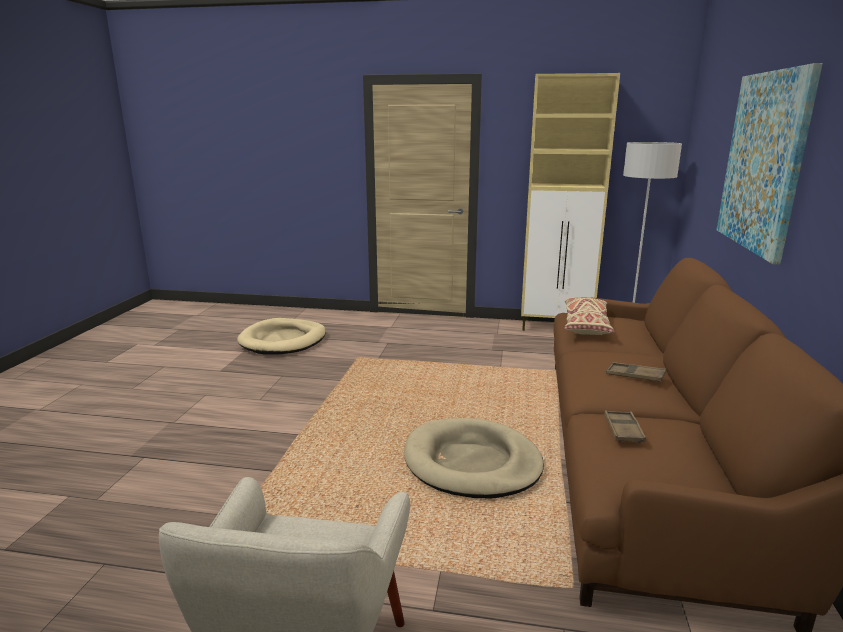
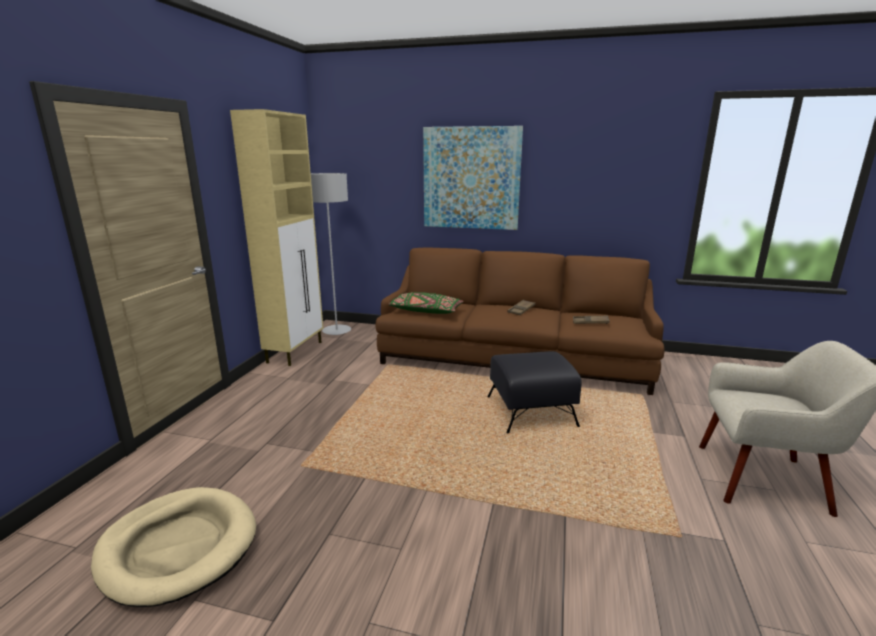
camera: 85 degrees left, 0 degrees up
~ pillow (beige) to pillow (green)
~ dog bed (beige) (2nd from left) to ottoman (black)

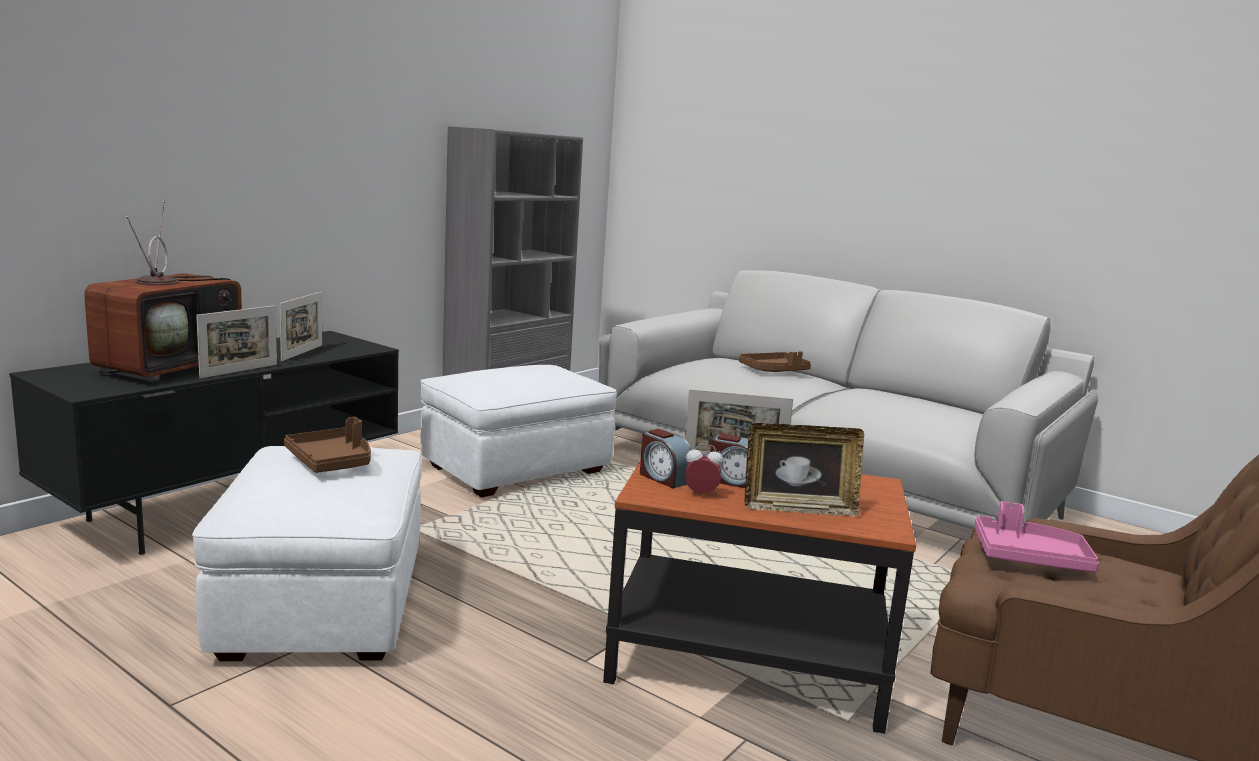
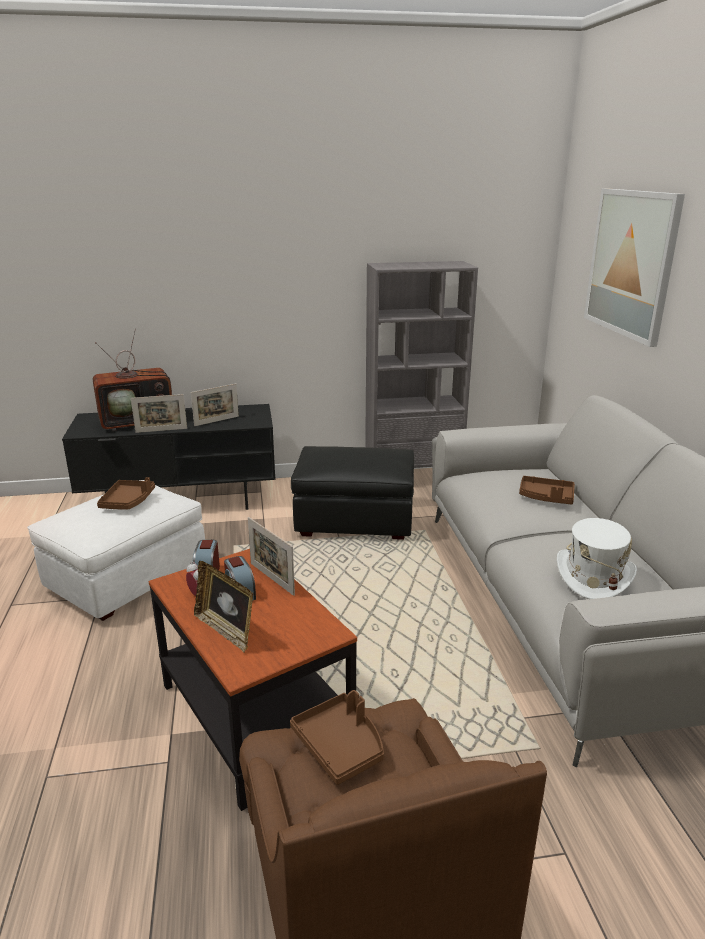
camera: 45 degrees right, 10 degrees up
~ ottoman (white) (2nd from left) to ottoman (black)
~ tray (pink) to tray (brown) (2nd from left)
+ picture
+ hat (white)

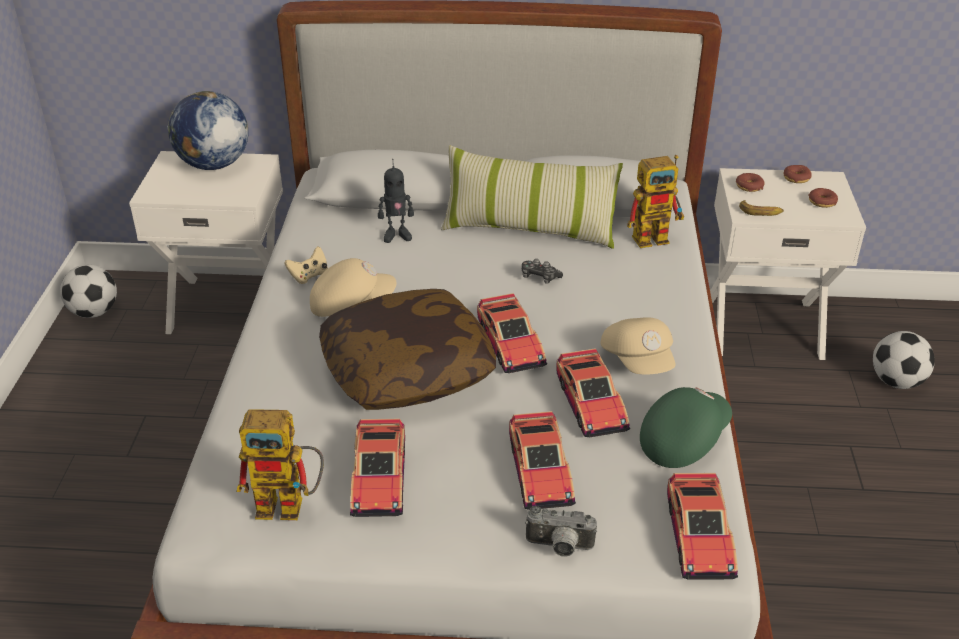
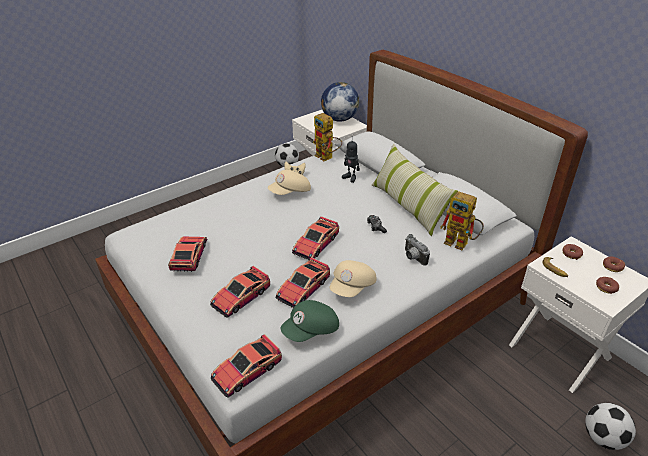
camera: 50 degrees right, 0 degrees up
~ cap (beige) (1st from left) 105 degrees clockwise
- pillow (1st from left)
~ cap (green) 135 degrees clockwise
~ toy robot (1st from left)
~ toy car (1st from left) 135 degrees clockwise
~ photo camera

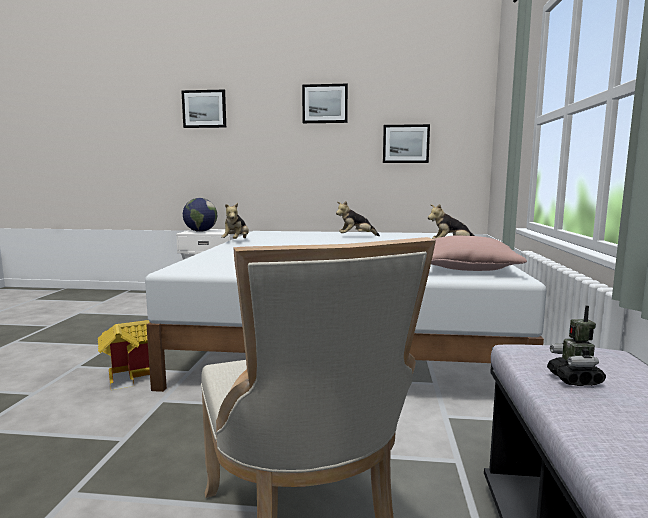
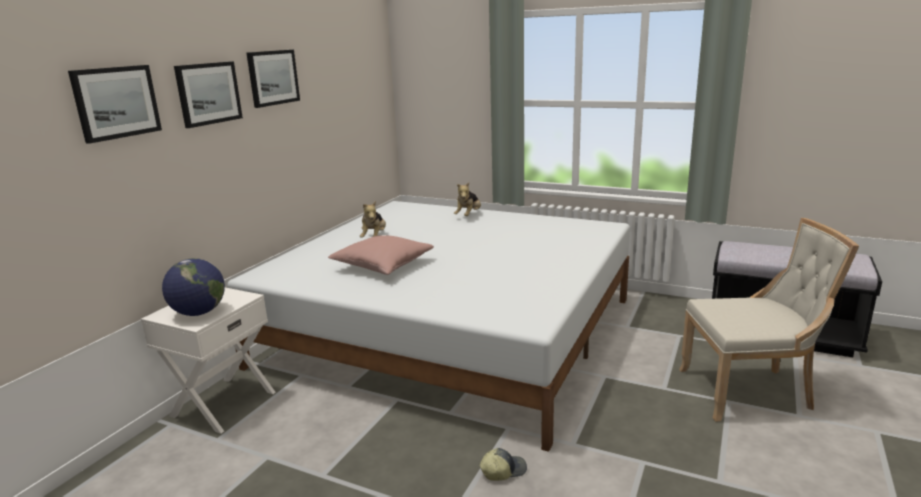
camera: 70 degrees left, 10 degrees up
~ picture (3rd from left in the first image) to picture (2nd from left)
- plush toy (1st from left)
~ pillow (pink)
- toy robot
~ toy house to cap

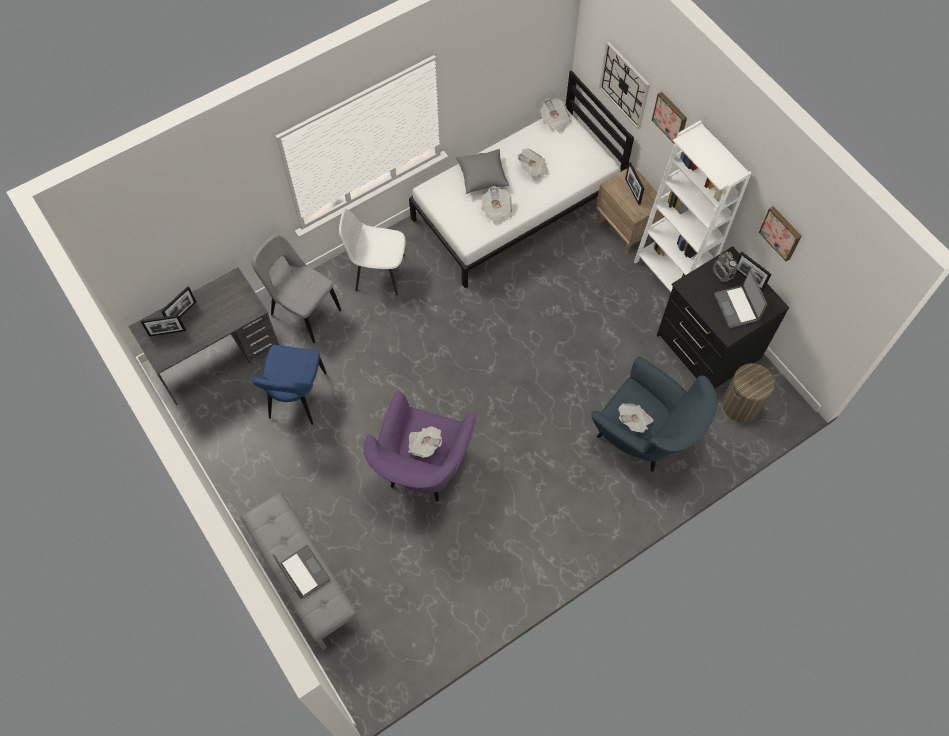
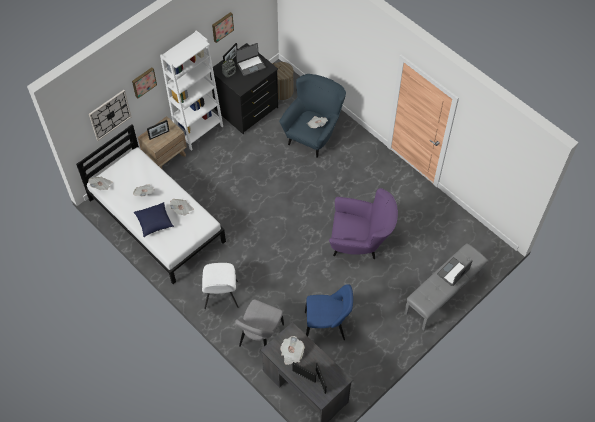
camera: 100 degrees left, 5 degrees down
~ pillow (grey) to pillow (blue)
~ newspaper (1st from left in the first image) to newspaper (4th from left)

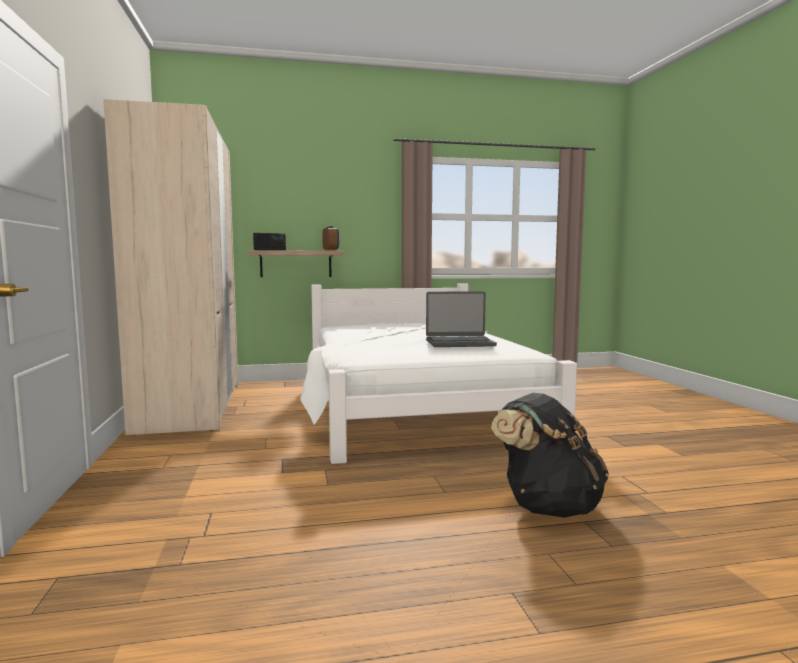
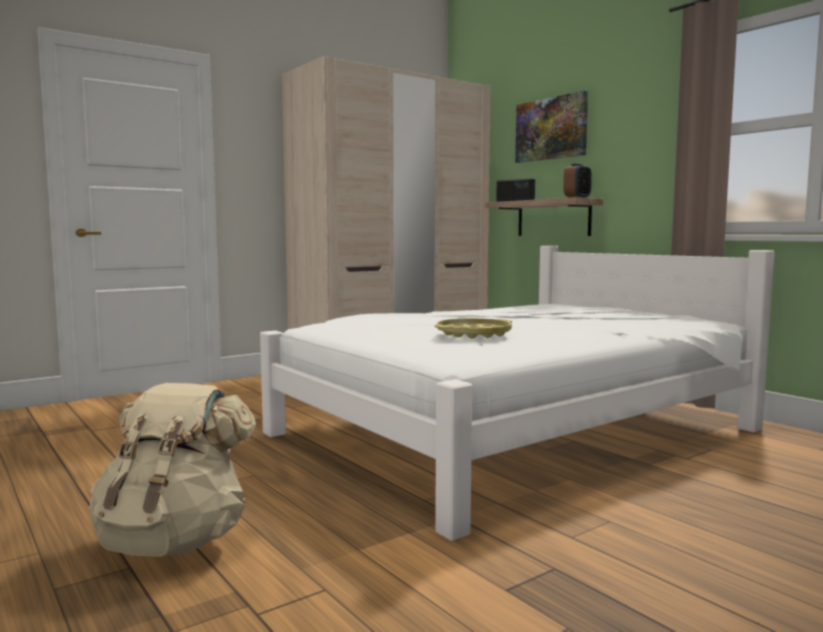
camera: 65 degrees right, 0 degrees up
~ laptop to tray (yellow)
~ backpack (black) to backpack (beige)
+ picture

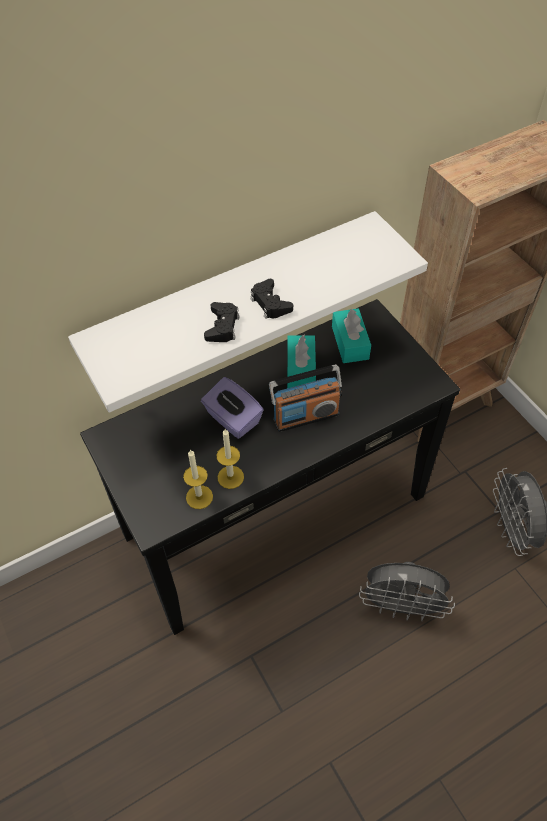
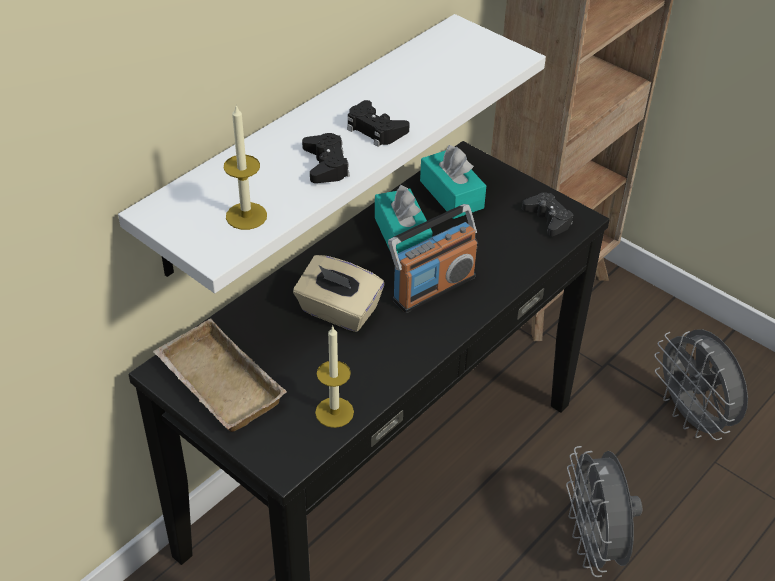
camera: 20 degrees left, 10 degrees down
~ tissue box (purple) to tissue box (beige)
~ candle (2nd from left in the first image) to candle (1st from left)
~ fan (grey) (1st from left) 90 degrees clockwise
+ game controller (black) (3rd from left)
+ tray (beige)

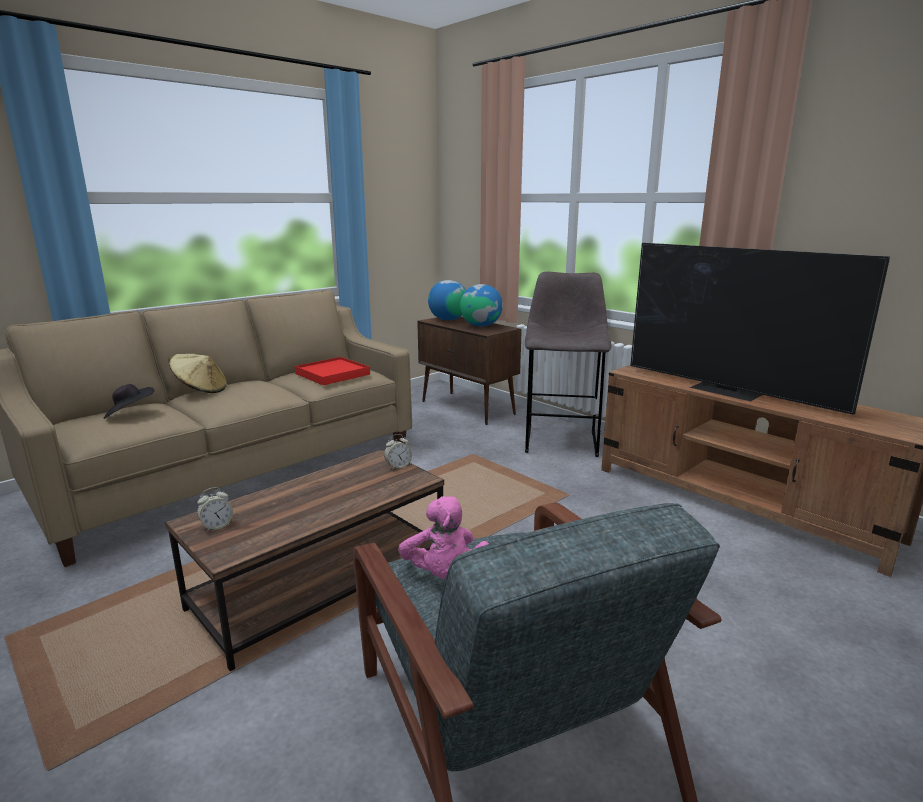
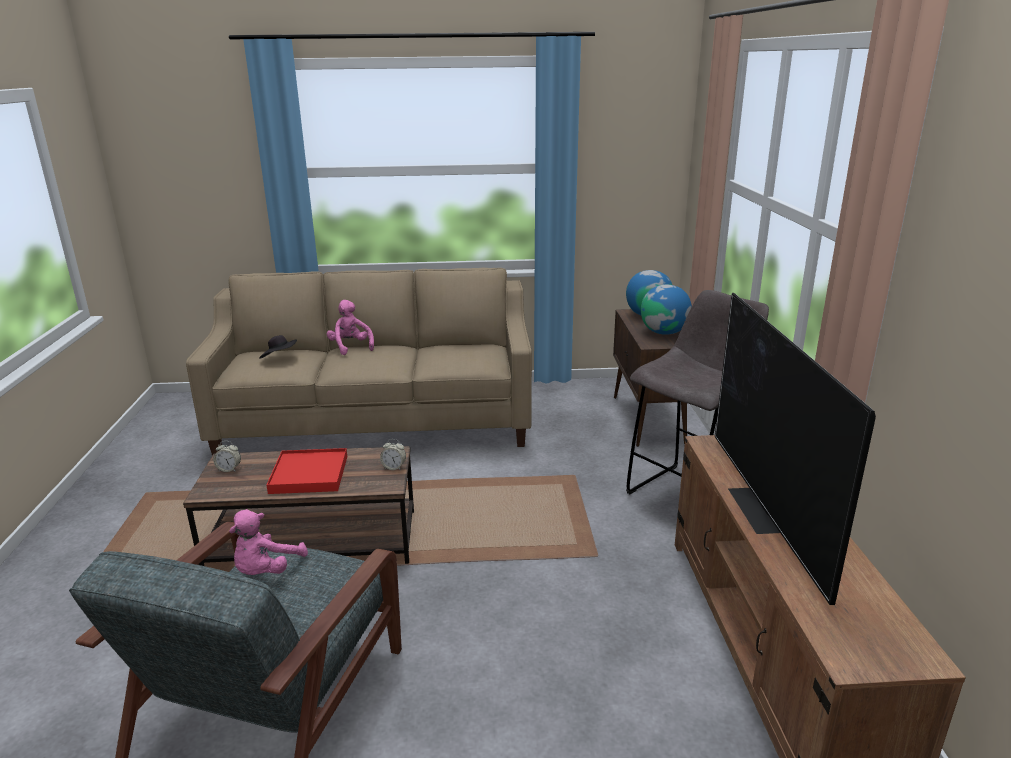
camera: 40 degrees right, 5 degrees up
~ hat (beige) to plush toy (pink) (2nd from left)
~ tray (red)

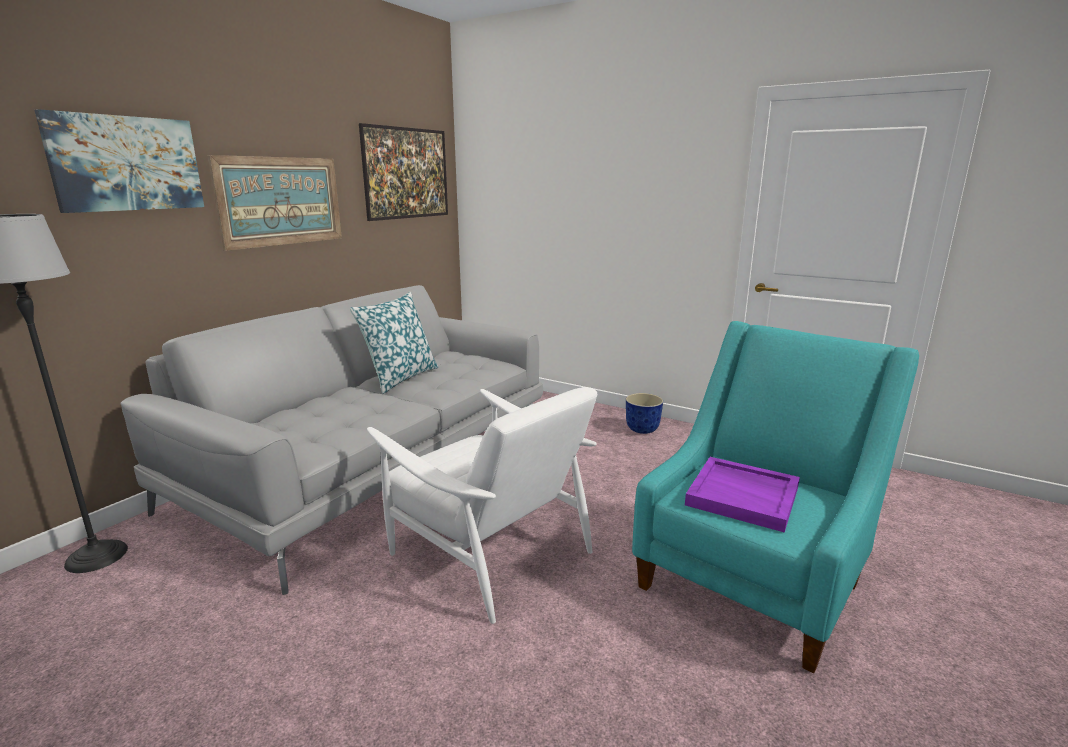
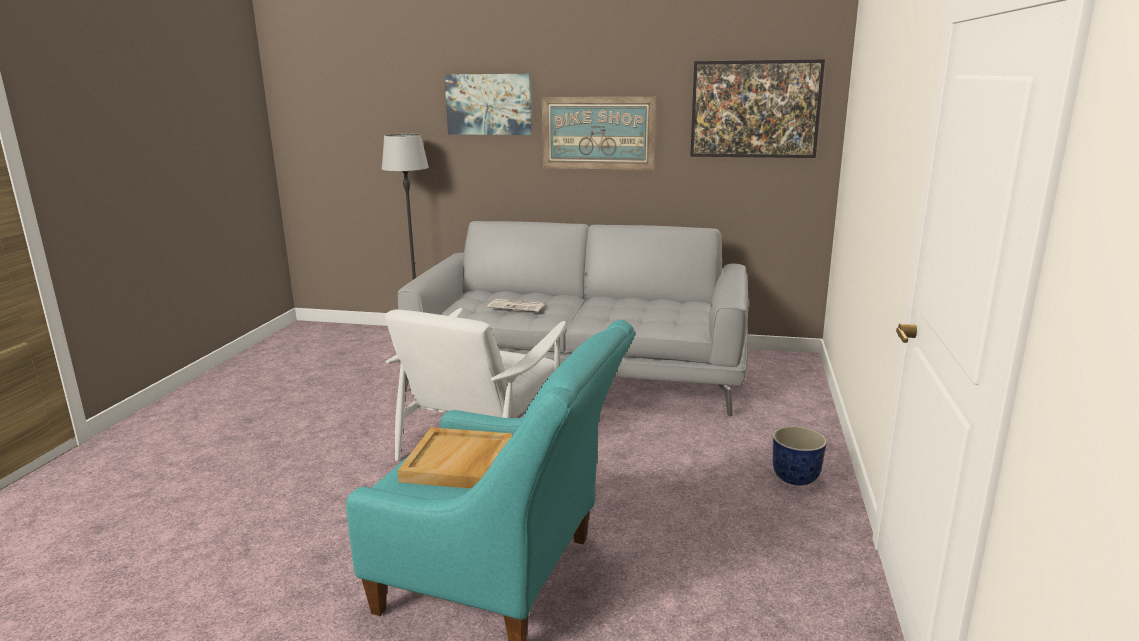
camera: 70 degrees right, 0 degrees up
- pillow
~ tray (purple) to tray (beige)
+ newspaper

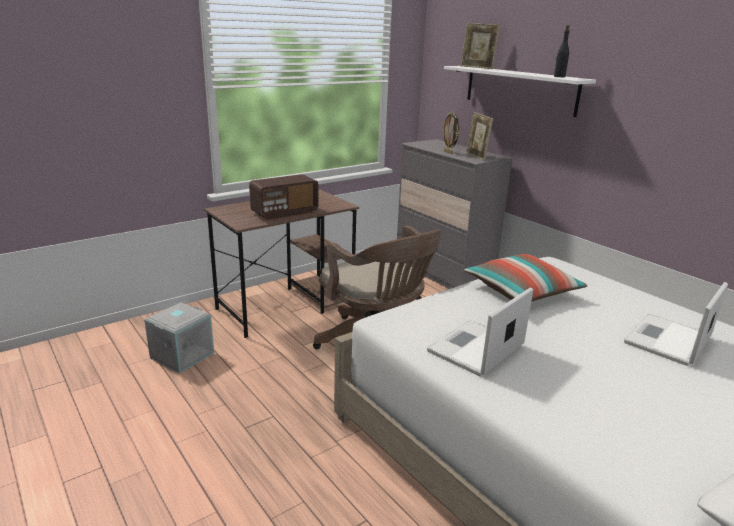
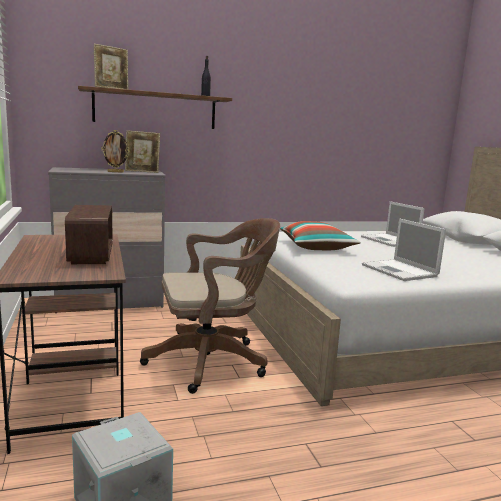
camera: 70 degrees left, 10 degrees down
~ shelf (white) to shelf (brown)

